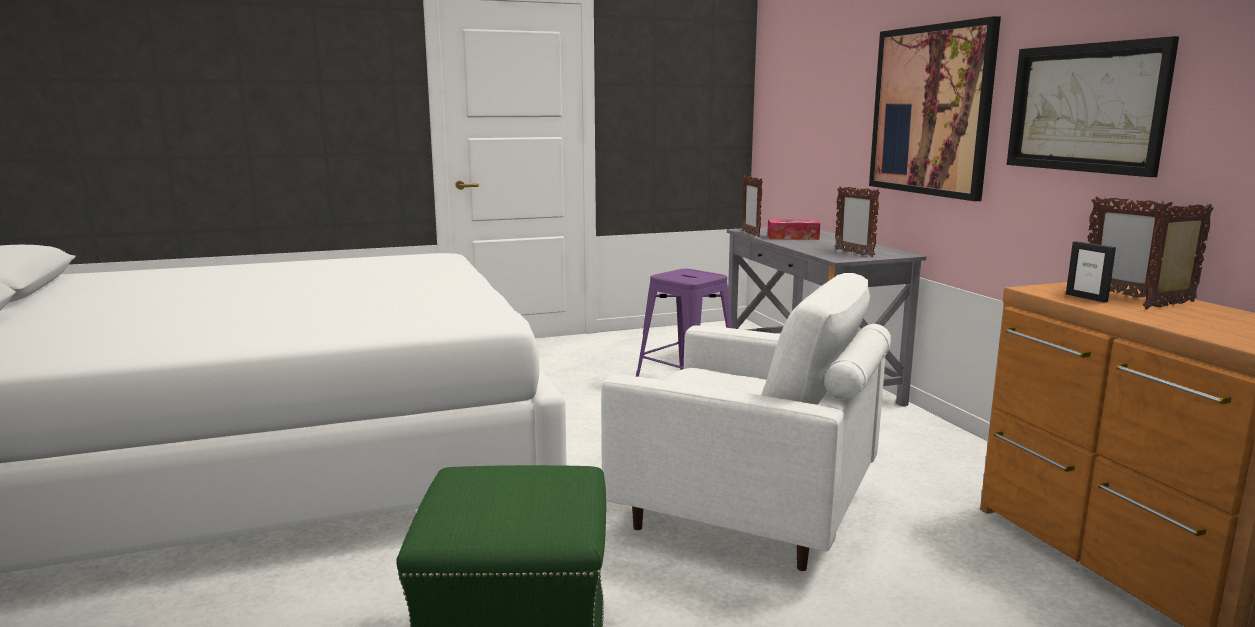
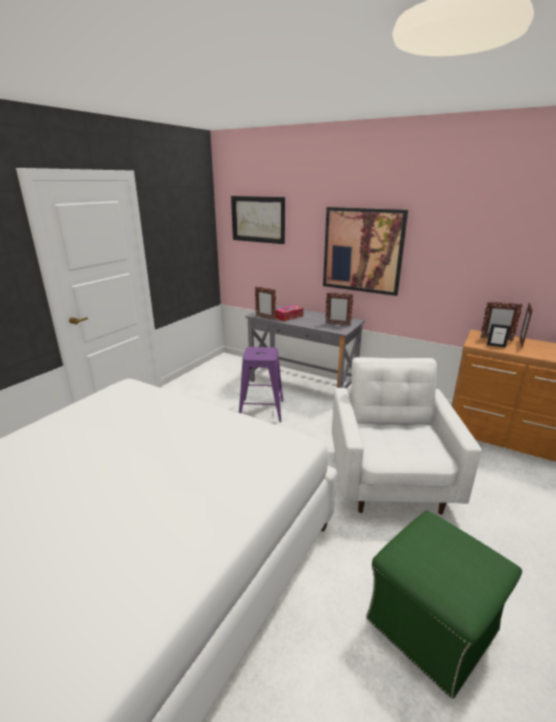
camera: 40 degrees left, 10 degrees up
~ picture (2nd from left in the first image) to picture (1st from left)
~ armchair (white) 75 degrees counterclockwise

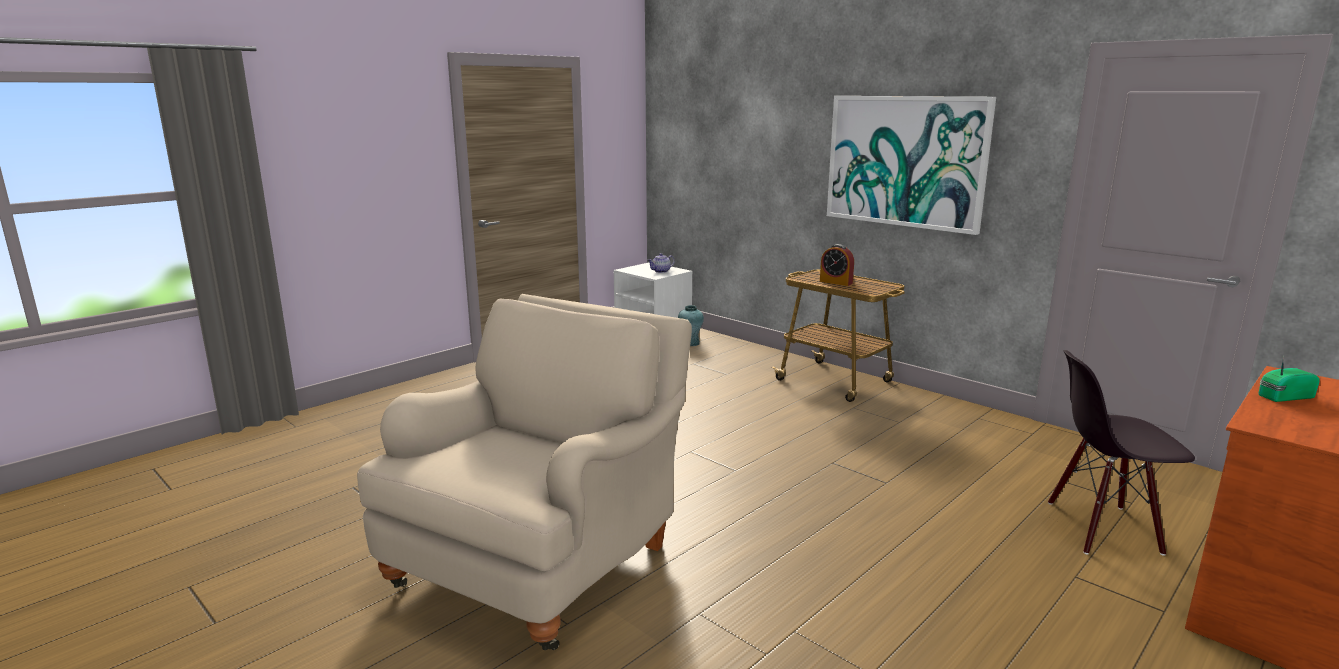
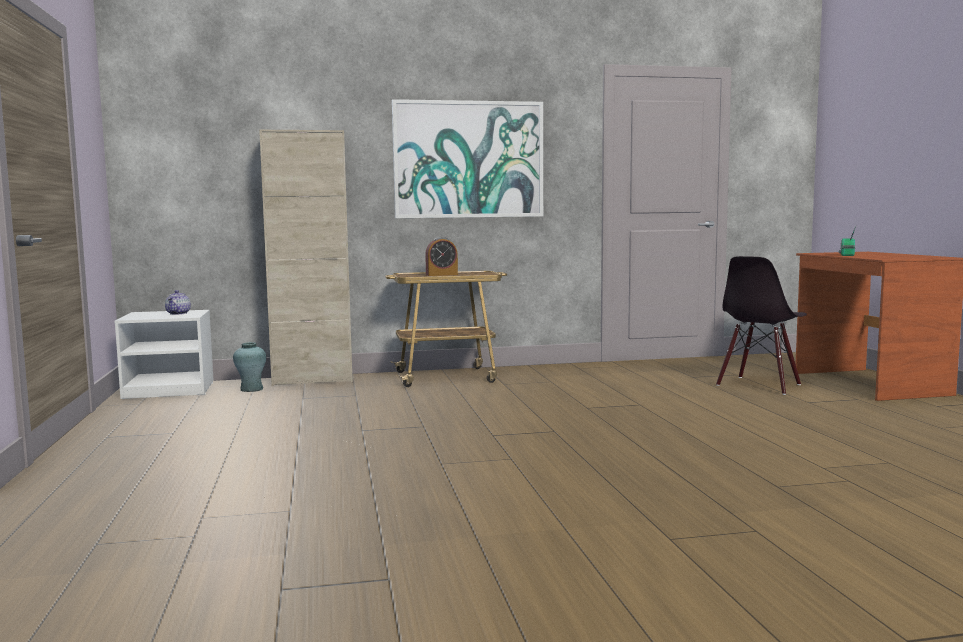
camera: 55 degrees left, 10 degrees down
- armchair (beige)
+ cabinet (beige)

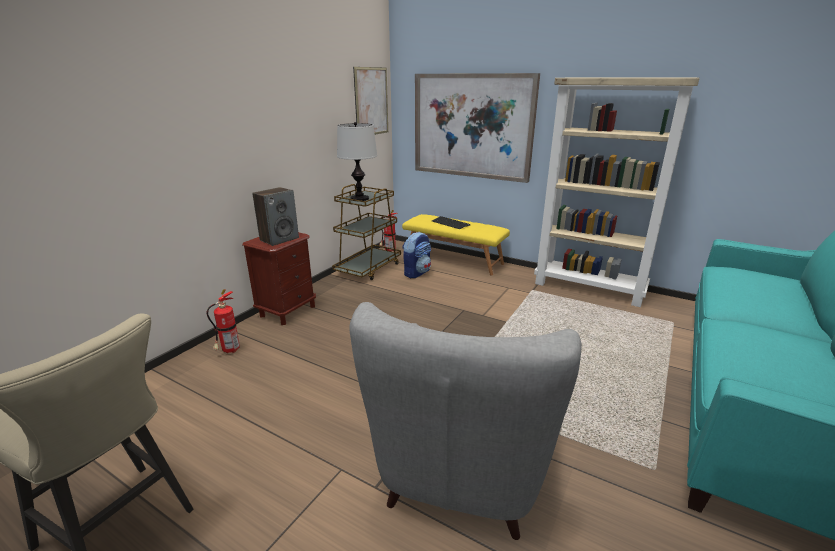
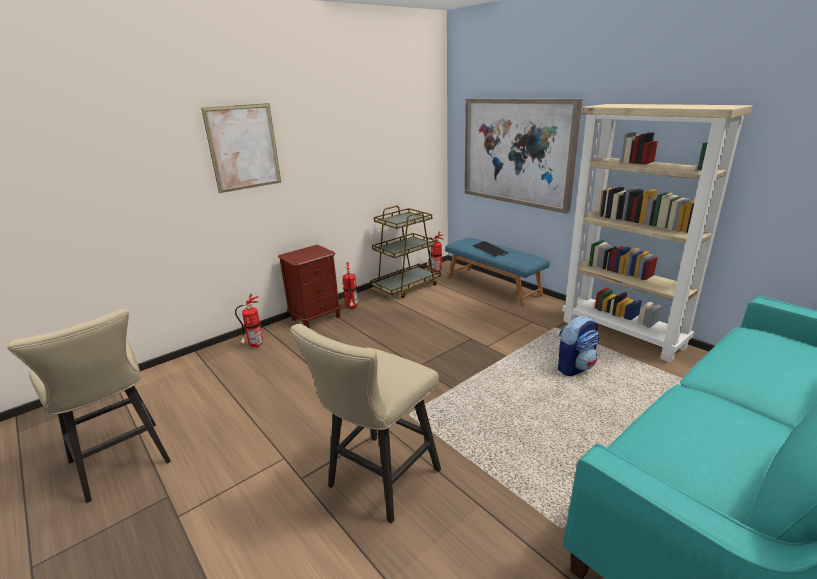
camera: 20 degrees right, 0 degrees up
~ picture (1st from left)
- table lamp
- speaker
~ bench (yellow) to bench (blue)
~ backpack
~ armchair (grey) to stool (beige) (2nd from left)
+ fire extinguisher (2nd from left)

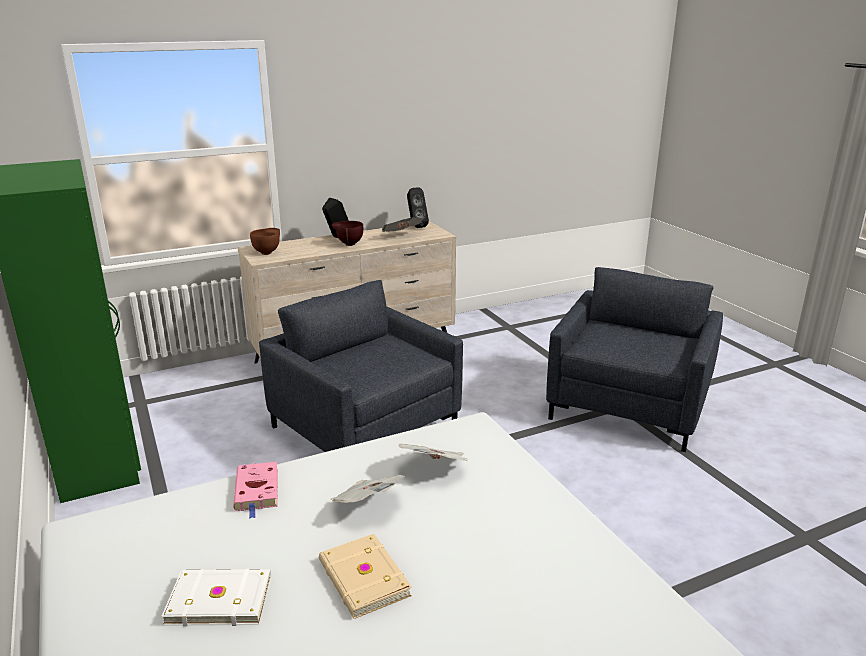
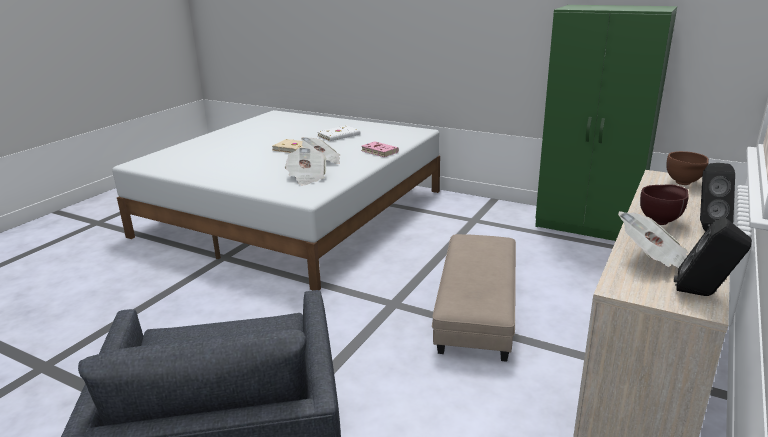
camera: 145 degrees right, 0 degrees up
~ armchair (grey) (1st from left) to ottoman (beige)

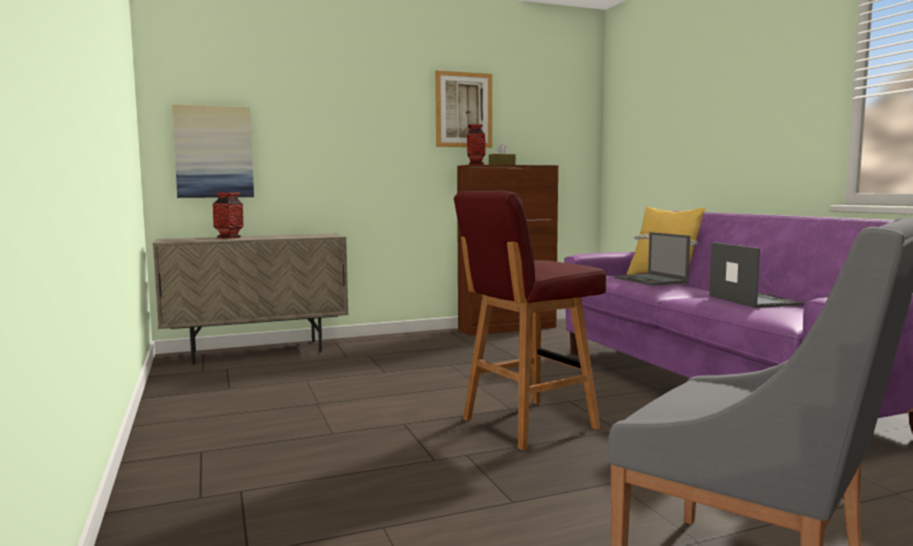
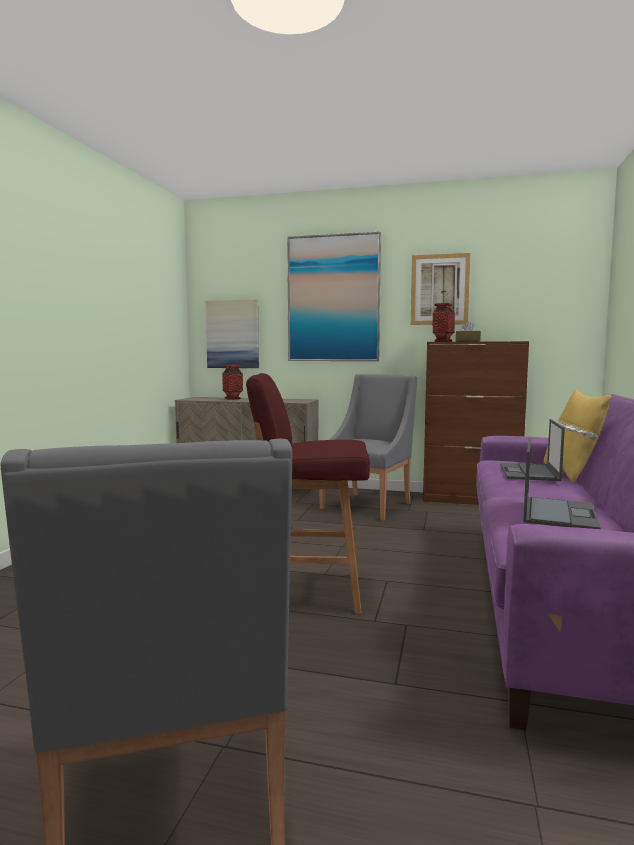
camera: 35 degrees right, 0 degrees up
+ picture (2nd from left)
+ armchair (grey) (2nd from left)

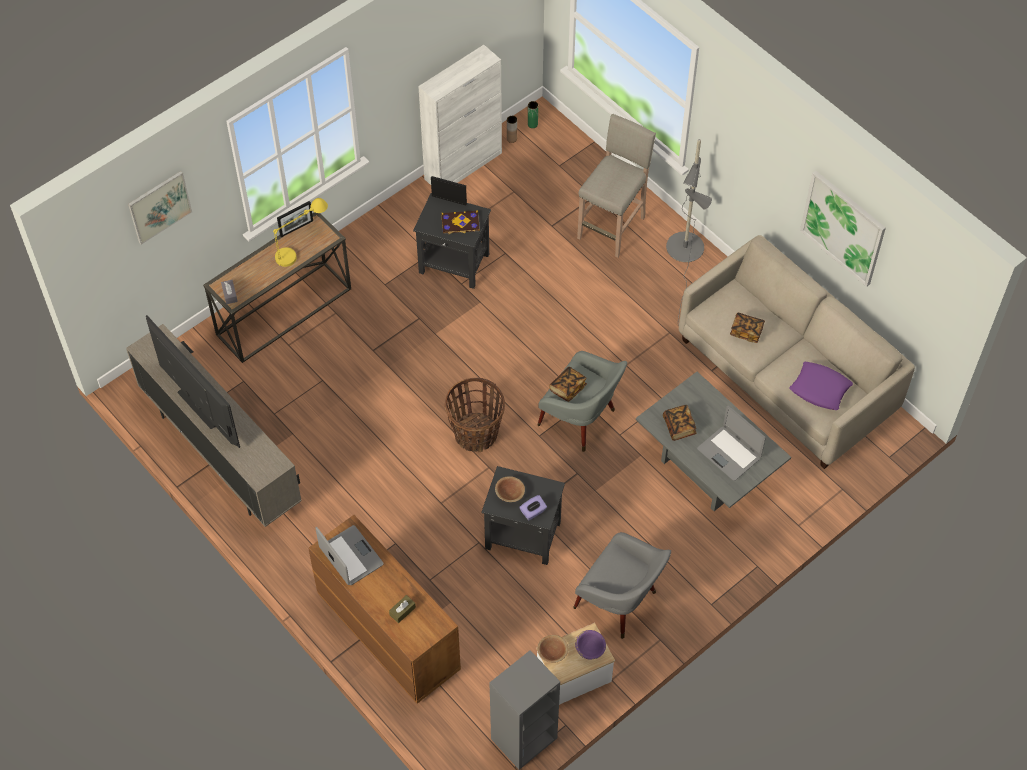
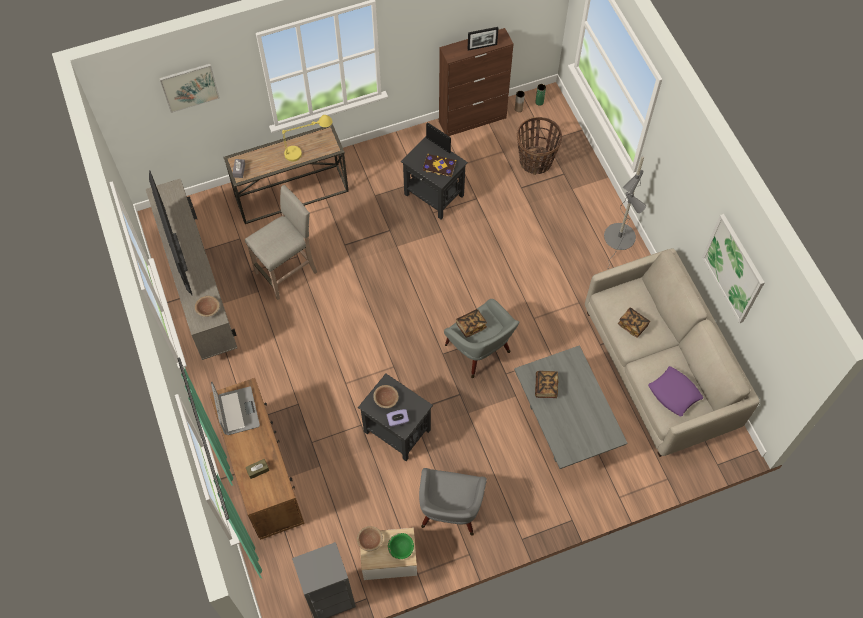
camera: 20 degrees right, 5 degrees up
~ cabinet (white) to cabinet (brown)
~ stool (beige)
~ picture frame (1st from left in the first image) to picture frame (2nd from left)
~ basket
- laptop (2nd from left)
~ armchair (grey) (2nd from left in the first image) 45 degrees clockwise
~ bowl (purple) to bowl (green)
+ bowl (brown) (1st from left)

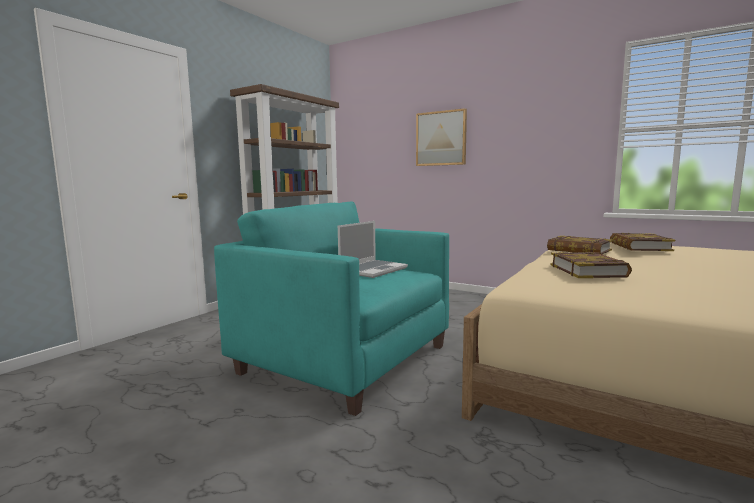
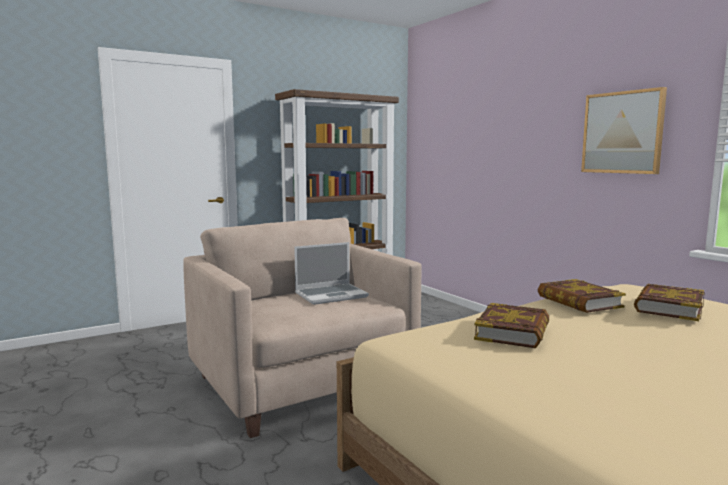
camera: 25 degrees right, 0 degrees up
~ picture
~ armchair (turquoise) to armchair (beige)

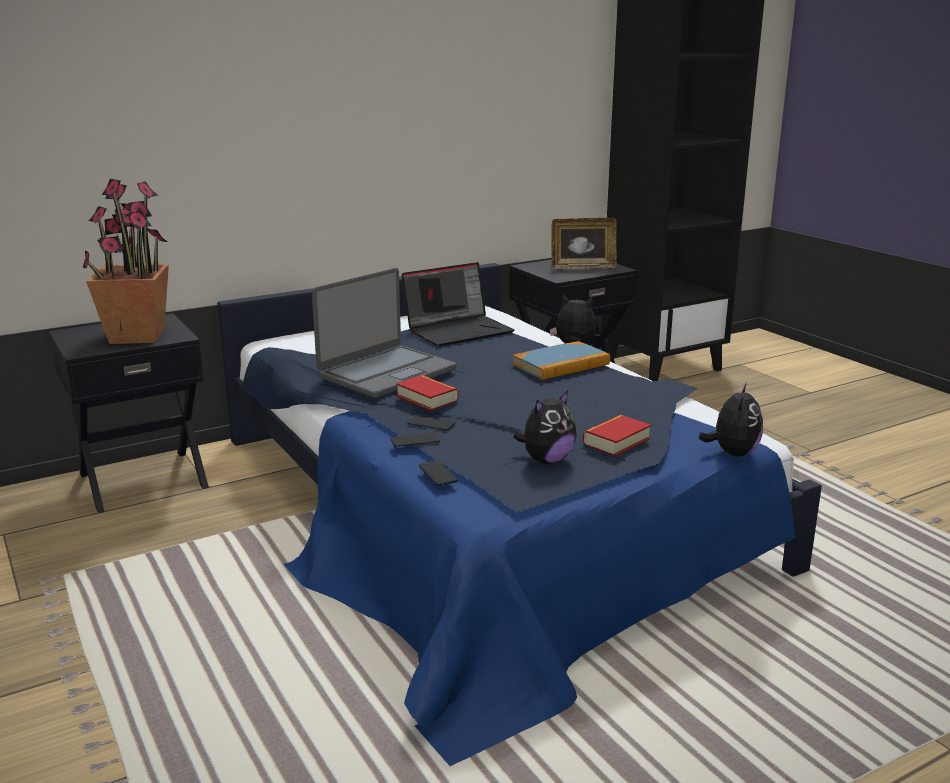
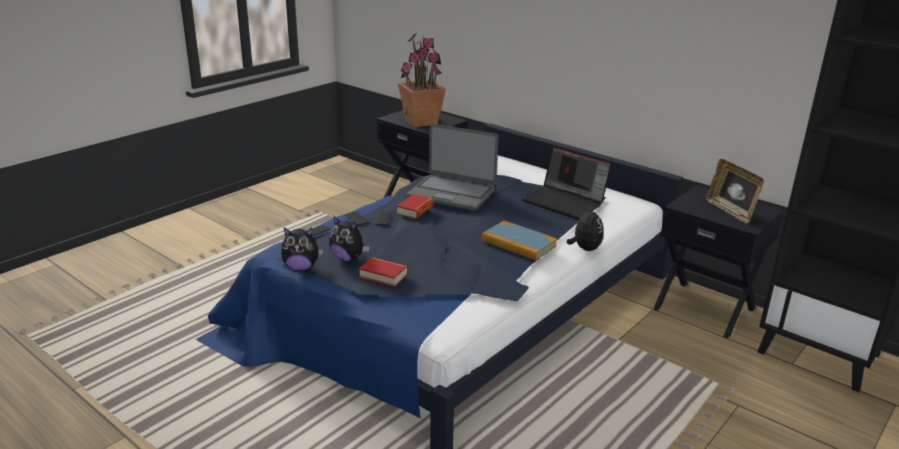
camera: 70 degrees right, 5 degrees up
~ plush toy (3rd from left in the first image) to plush toy (1st from left)

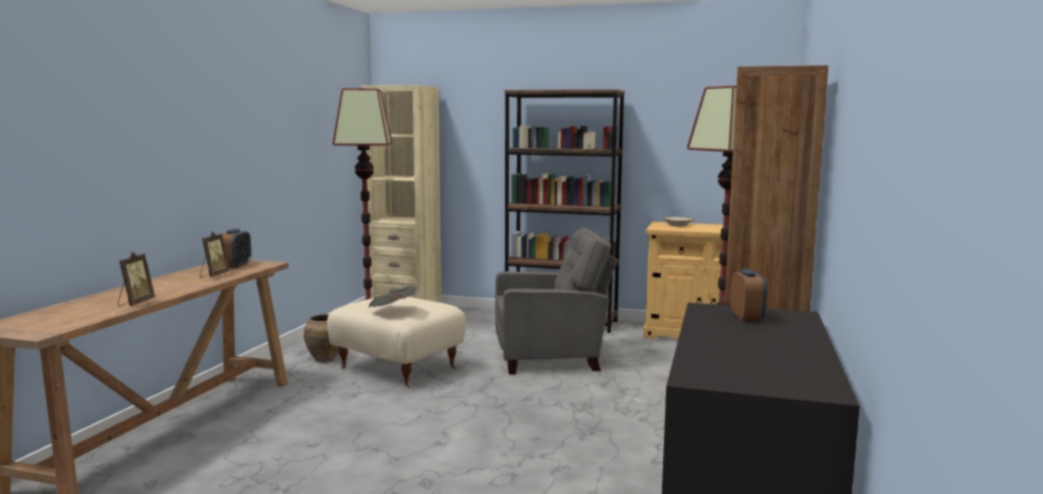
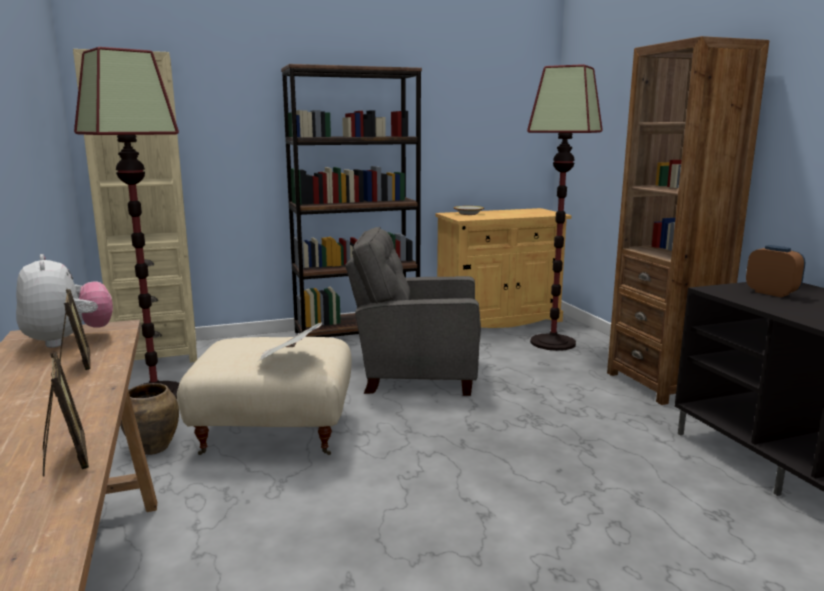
camera: 35 degrees left, 5 degrees up
~ armchair (grey) 135 degrees counterclockwise
~ alarm clock (1st from left) to plush toy

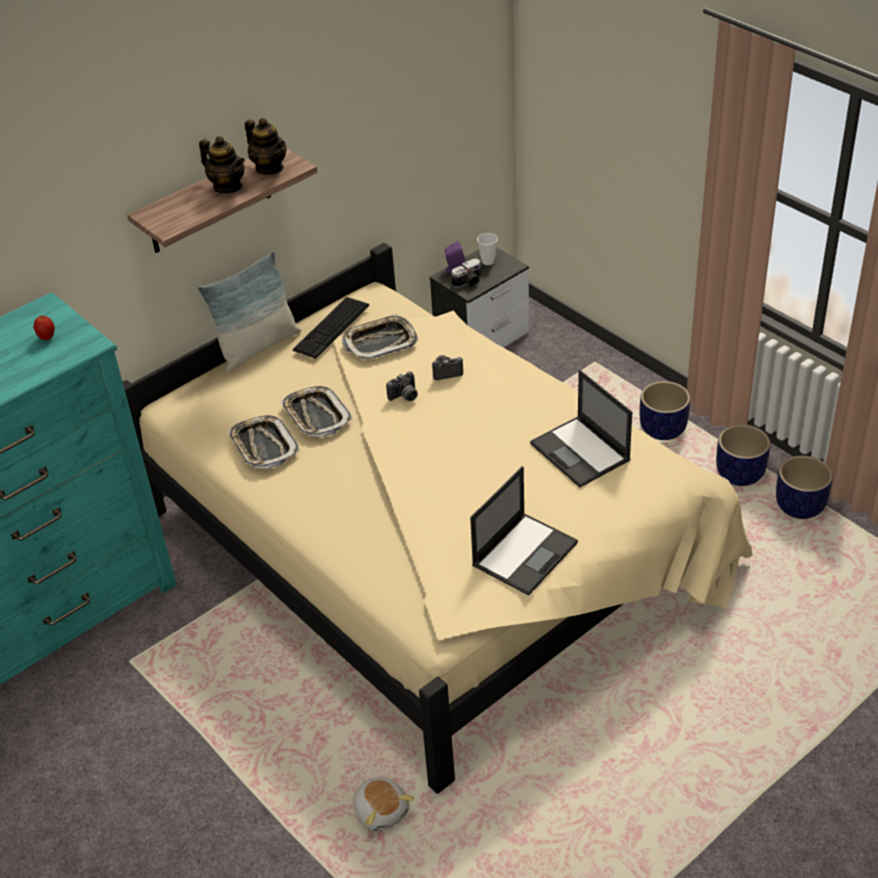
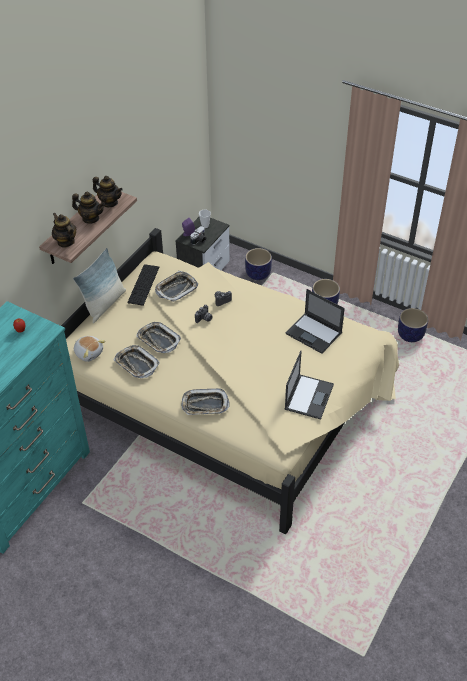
camera: 20 degrees left, 5 degrees up
~ planter (2nd from left in the first image) to planter (1st from left)
~ plush toy
+ teapot (1st from left)
+ tray (4th from left)

